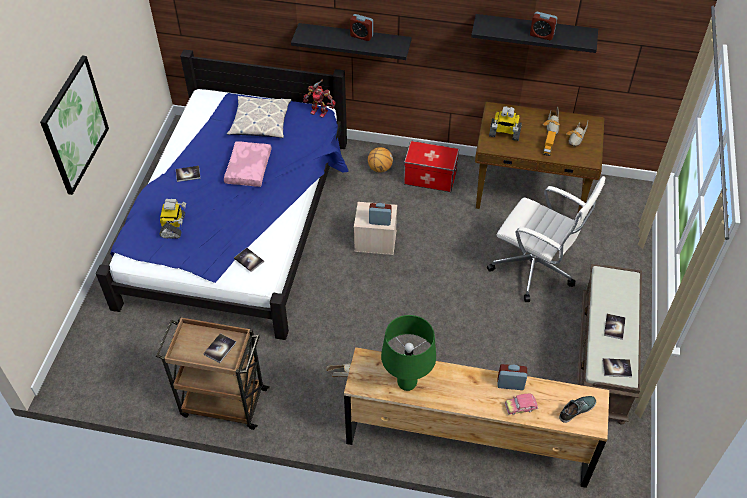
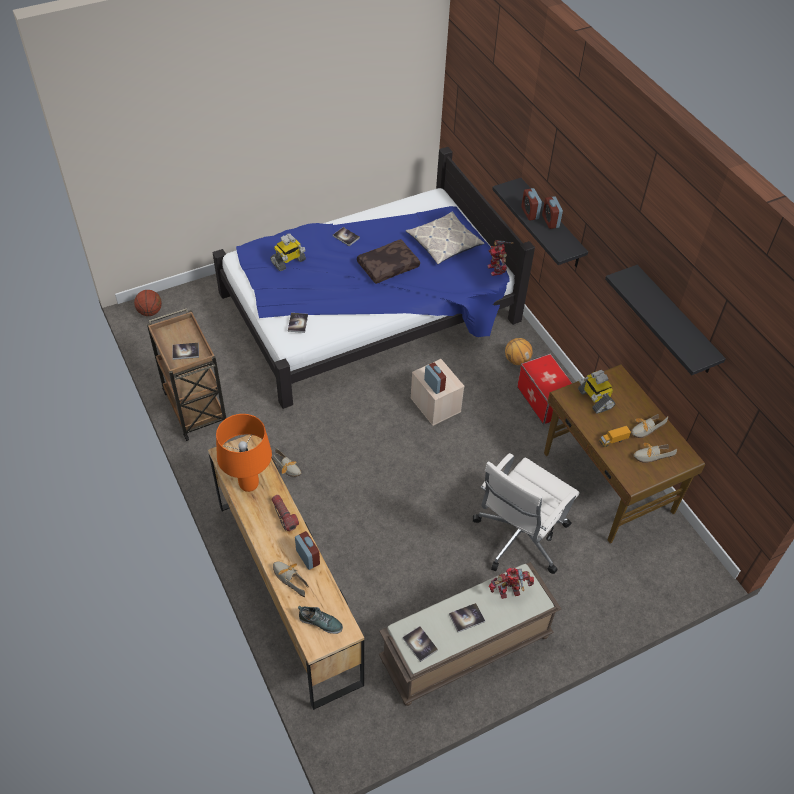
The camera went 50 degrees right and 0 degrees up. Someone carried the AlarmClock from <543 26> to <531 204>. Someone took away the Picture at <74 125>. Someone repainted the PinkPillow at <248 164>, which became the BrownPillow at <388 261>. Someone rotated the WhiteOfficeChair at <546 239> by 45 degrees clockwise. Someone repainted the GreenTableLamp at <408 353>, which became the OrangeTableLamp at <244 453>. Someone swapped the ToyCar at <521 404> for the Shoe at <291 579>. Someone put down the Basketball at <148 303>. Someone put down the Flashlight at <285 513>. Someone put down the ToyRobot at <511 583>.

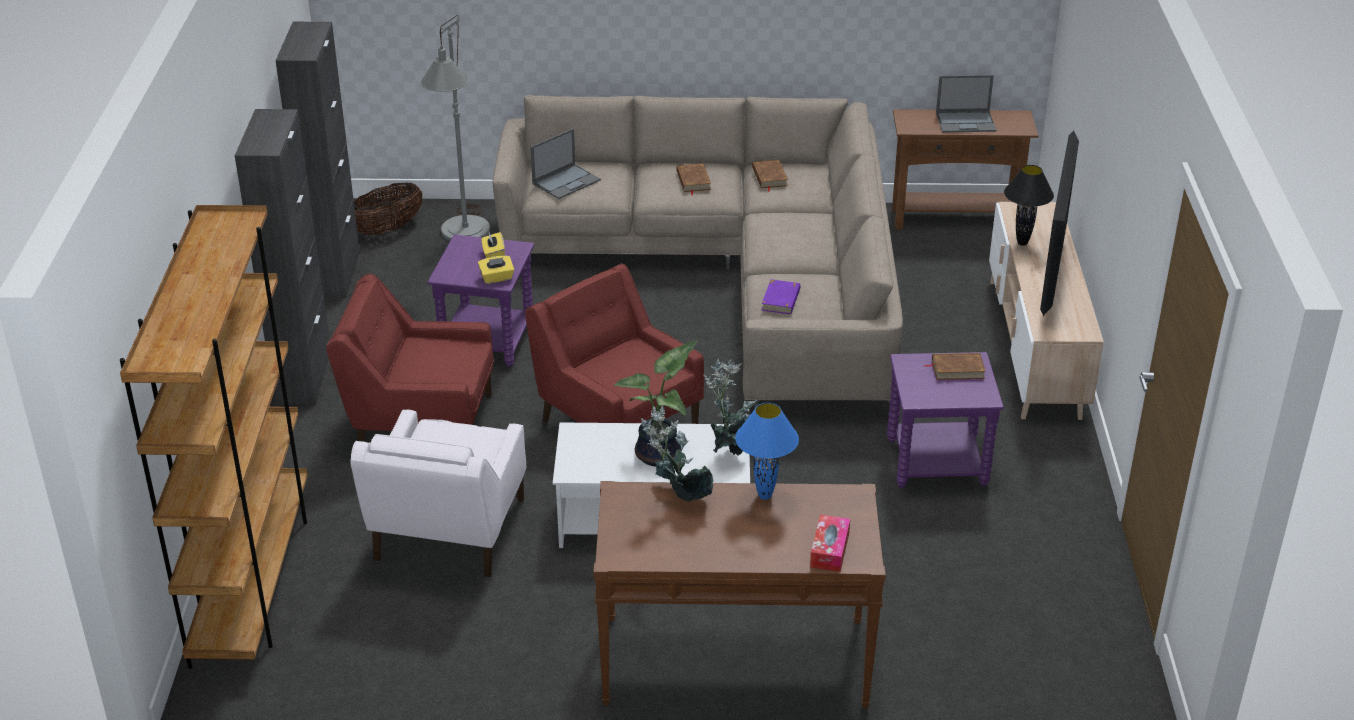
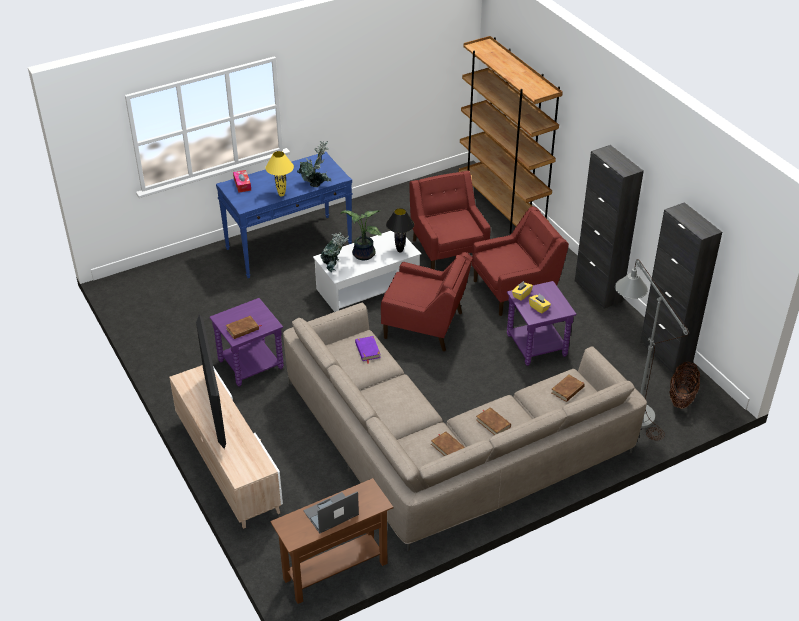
The camera went 150 degrees right and 5 degrees up. Someone swapped the Laptop at <566 164> for the BrownBook at <568 388>. Someone carried the BlackTableLamp from <1029 205> to <400 230>. Someone repainted the BlueTableLamp at <767 451>, which became the YellowTableLamp at <279 173>. Someone repainted the WhiteArmchair at <438 493>, which became the RedArmchair at <450 220>. Someone repainted the BrownConsoleTable at <739 594>, which became the BlueConsoleTable at <284 215>.

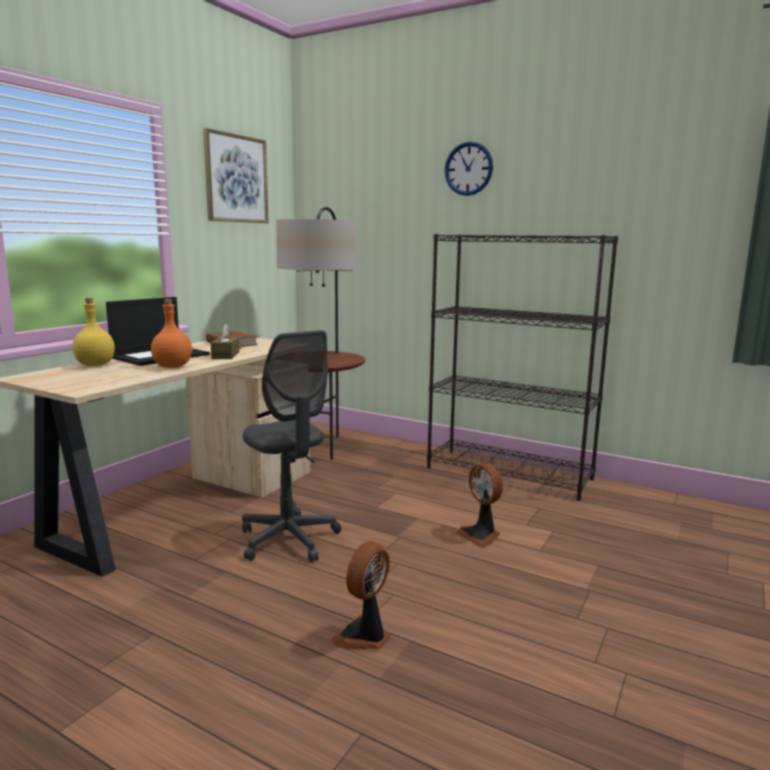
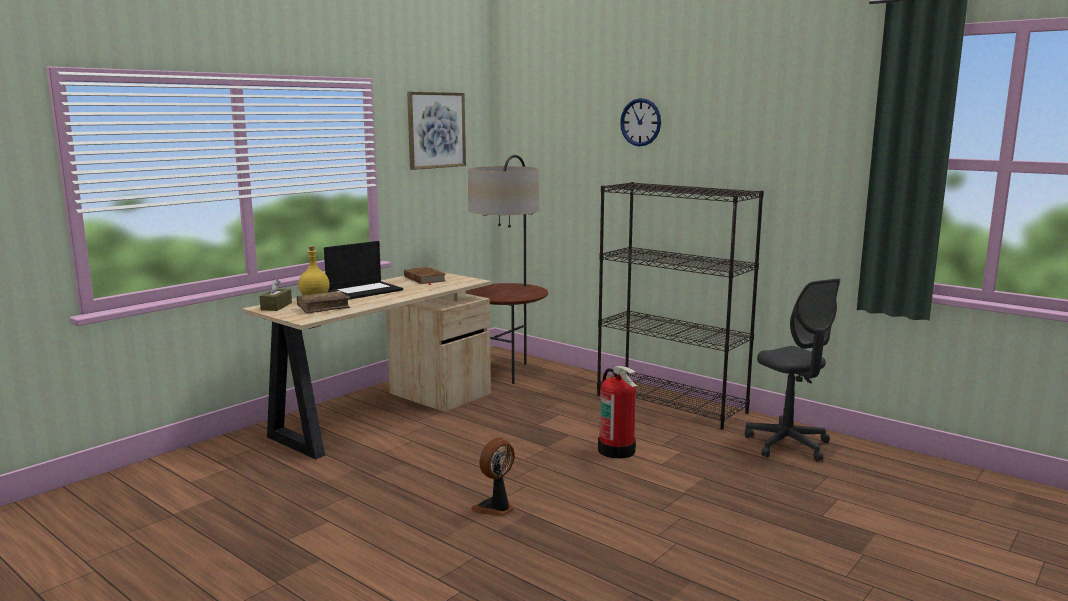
The camera went 10 degrees right and 0 degrees up. Someone took away the OrangeBottle at <171 333>. Someone carried the BrownTissueBox from <225 341> to <275 295>. Someone carried the GreyOfficeChair from <291 446> to <792 369>. Someone swapped the Fan at <479 505> for the FireExtinguisher at <617 412>. Someone put down the BrownBook at <323 302>.

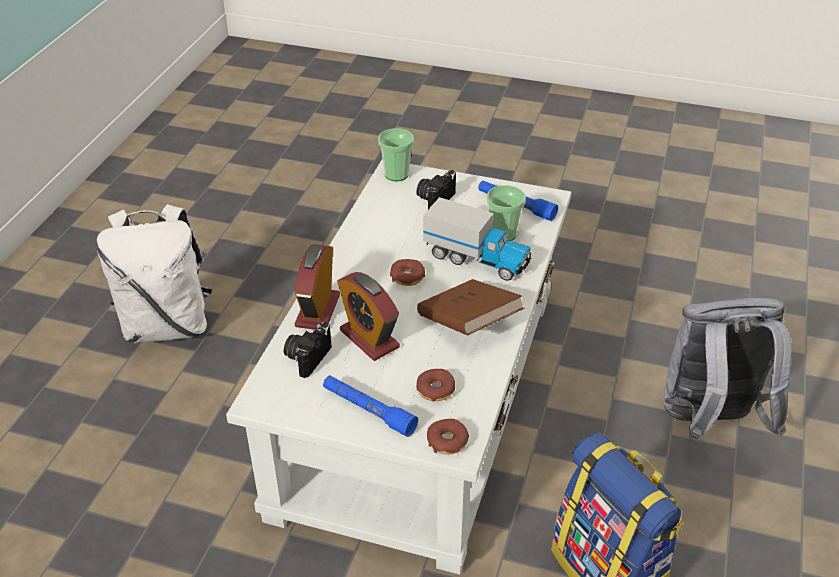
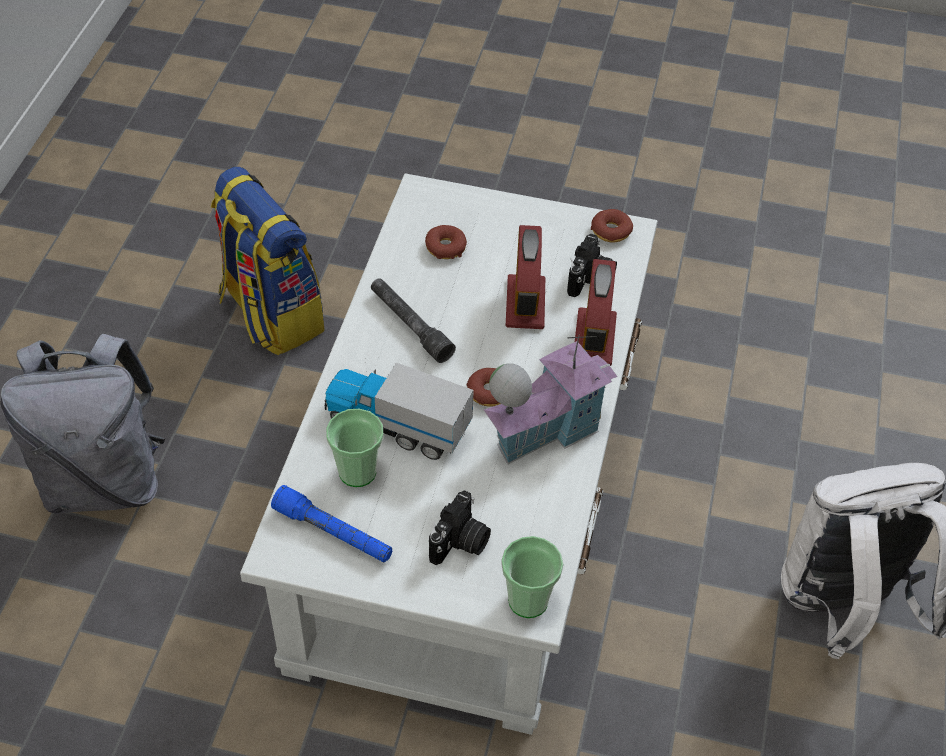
The camera went 175 degrees right and 10 degrees up. Someone rotated the AlarmClock at <369 316> by 45 degrees clockwise. Someone swapped the BrownBook at <471 307> for the GreyFlashlight at <413 320>. Someone took away the BlueFlashlight at <370 406>. Someone carried the Donut from <448 436> to <612 225>. Someone put down the ToyHouse at <551 399>.

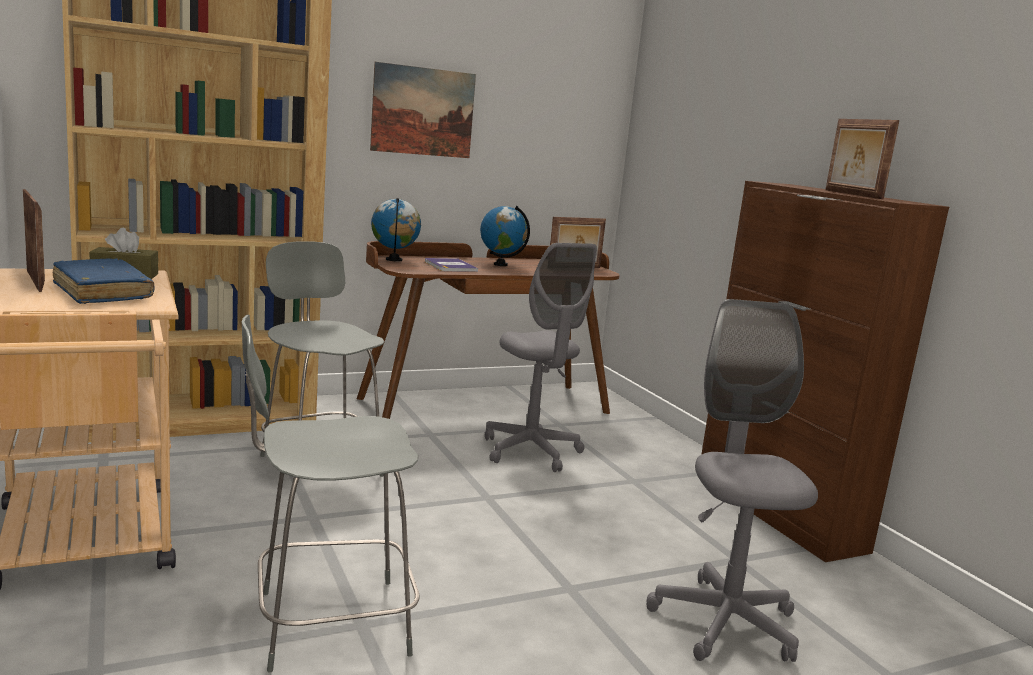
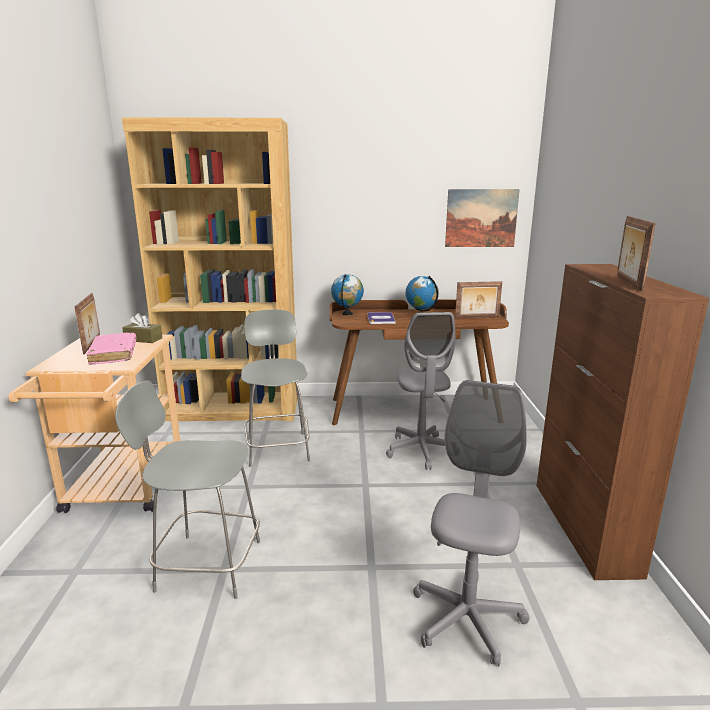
The camera went 25 degrees right and 5 degrees up. Someone carried the Picture from <423 110> to <482 218>. Someone repainted the BlueBook at <103 281>, which became the PinkBook at <111 349>.

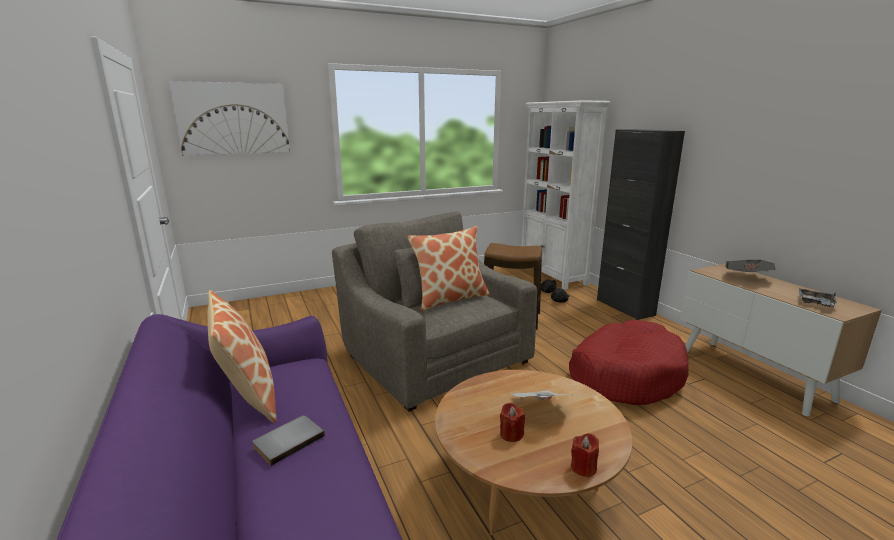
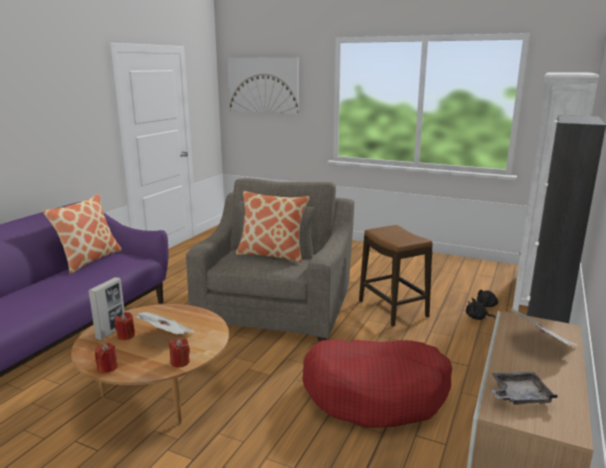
The camera went 50 degrees right and 0 degrees up. Someone took away the GreyBook at <288 440>. Someone put down the PictureFrame at <106 308>. Someone put down the RedCandle at <179 352>.

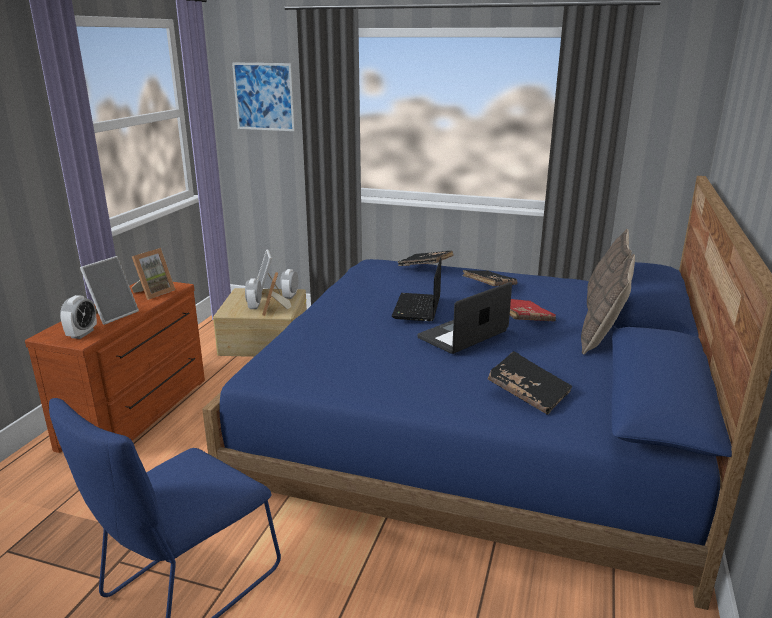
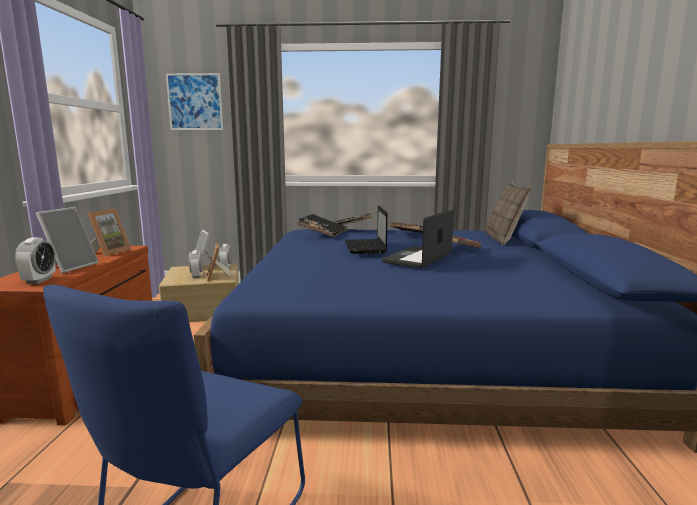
The camera went 15 degrees left and 10 degrees down. Someone took away the Pillow at <608 304>. Someone carried the BlackBook from <530 383> to <322 225>.

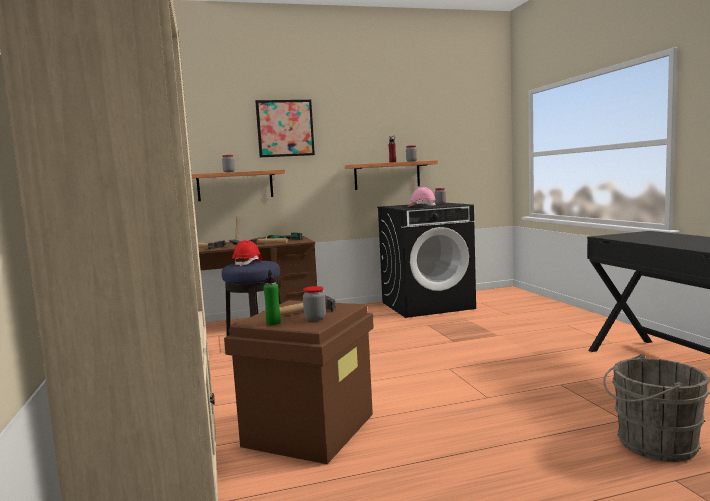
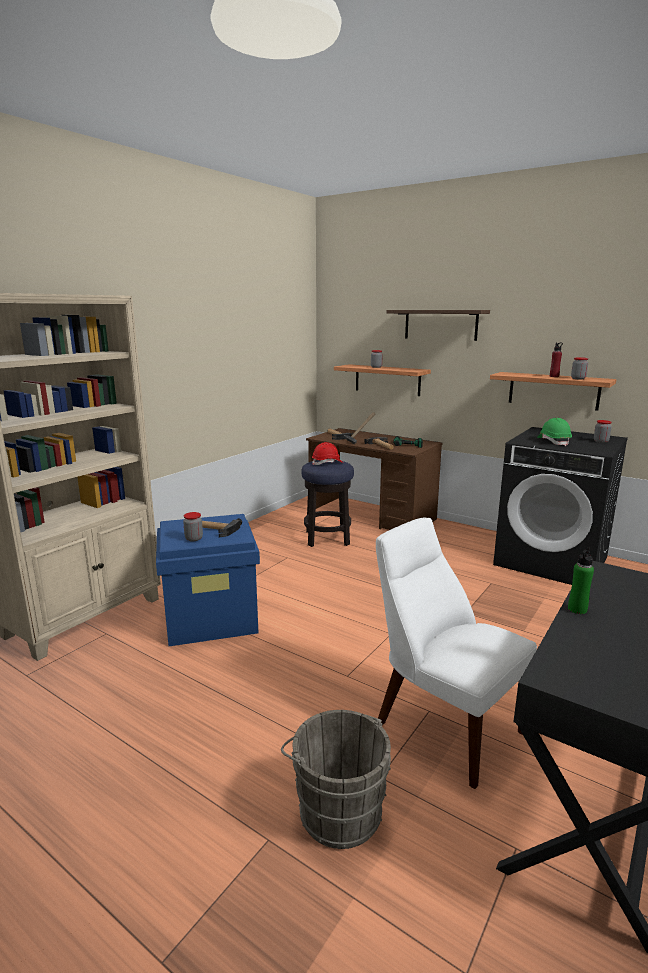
The camera went 50 degrees right and 10 degrees up. Someone swapped the Picture at <285 128> for the Shelf at <438 325>. Someone repainted the PinkHardHat at <422 197>, which became the GreenHardHat at <554 432>. Someone carried the GreenBottle from <272 297> to <581 580>. Someone repainted the BrownStorageBox at <299 382>, which became the BlueStorageBox at <208 580>. Someone put down the WhiteChair at <456 653>.

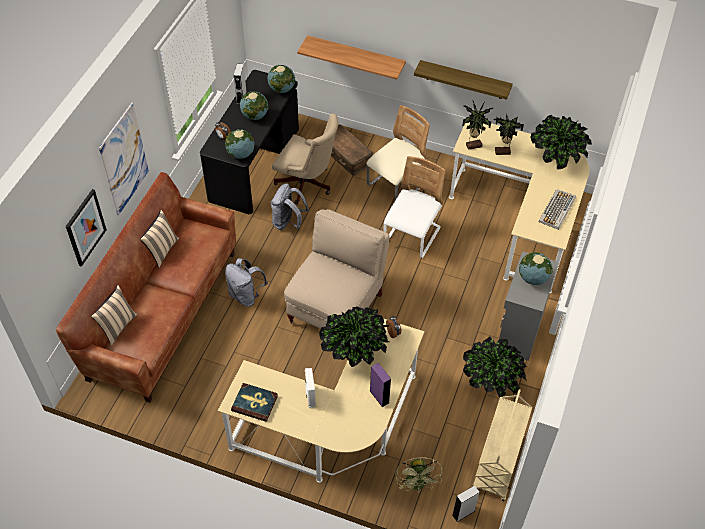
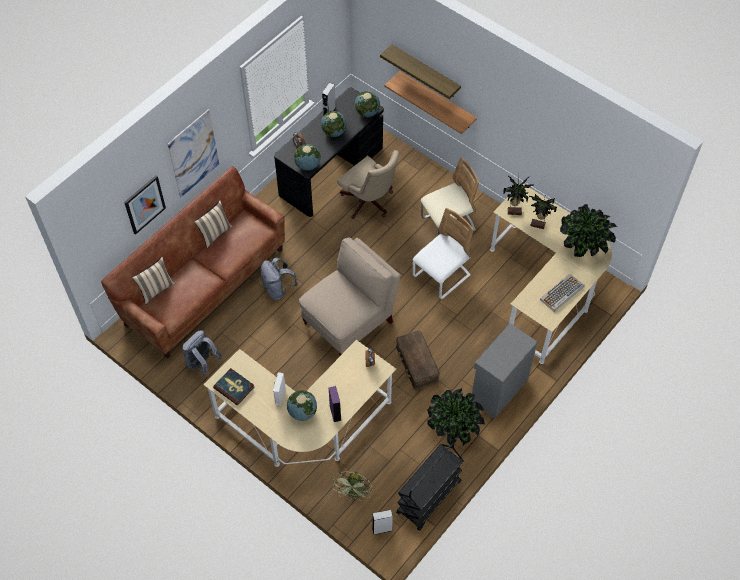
The camera went 20 degrees right and 5 degrees up. Someone carried the Shelf from <463 80> to <420 71>. Someone carried the BrownStorageBox from <347 150> to <418 360>. Someone carried the GreyBackpack from <289 206> to <202 352>. Someone carried the Globe from <536 268> to <302 405>. Someone took away the PottedPlant at <354 336>. Someone repainted the BeigeCart at <502 445>, which became the BlackCart at <430 487>.

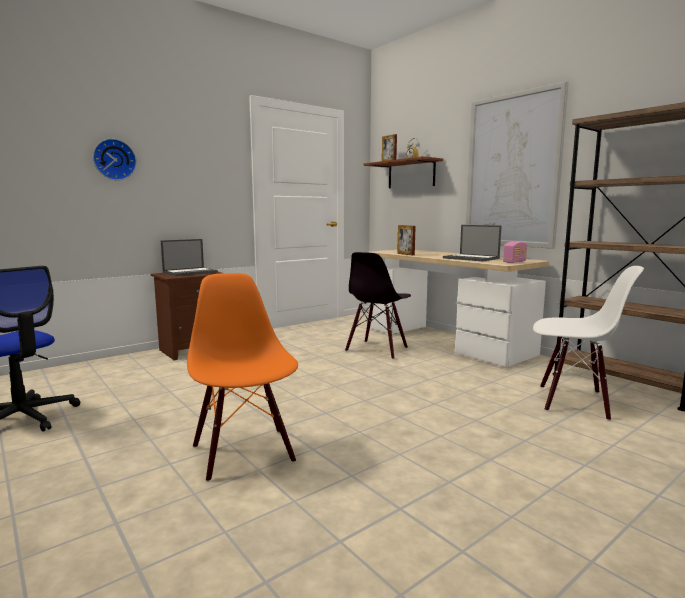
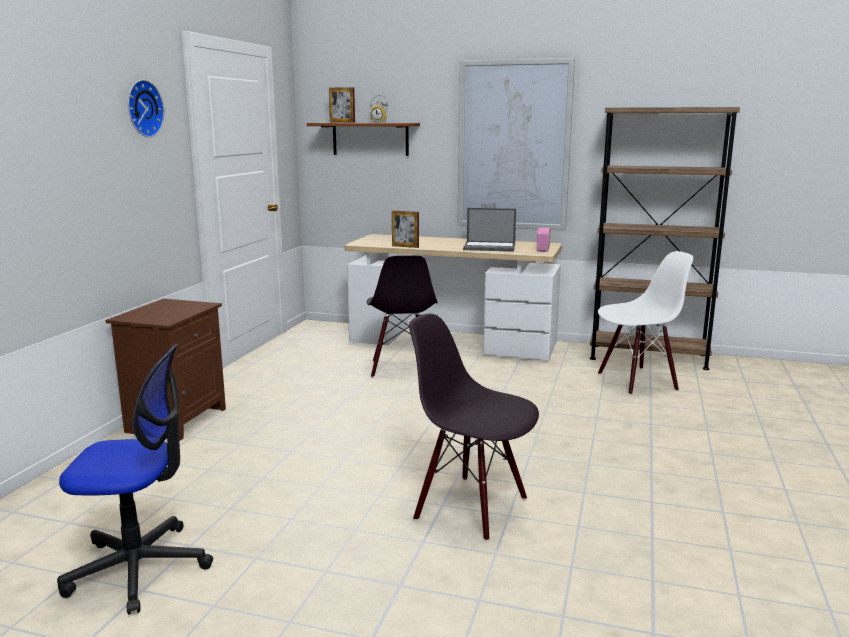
The camera went 35 degrees left and 5 degrees up. Someone carried the WallClock from <115 159> to <146 108>. Someone took away the Laptop at <189 257>. Someone repainted the OrangeChair at <242 377>, which became the BlackChair at <474 427>.

